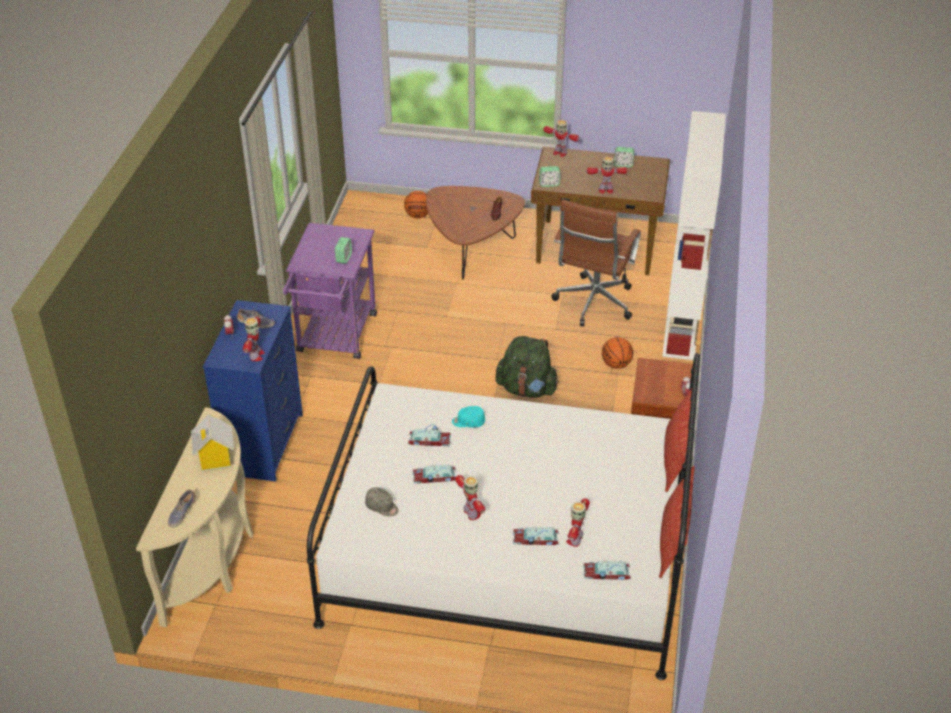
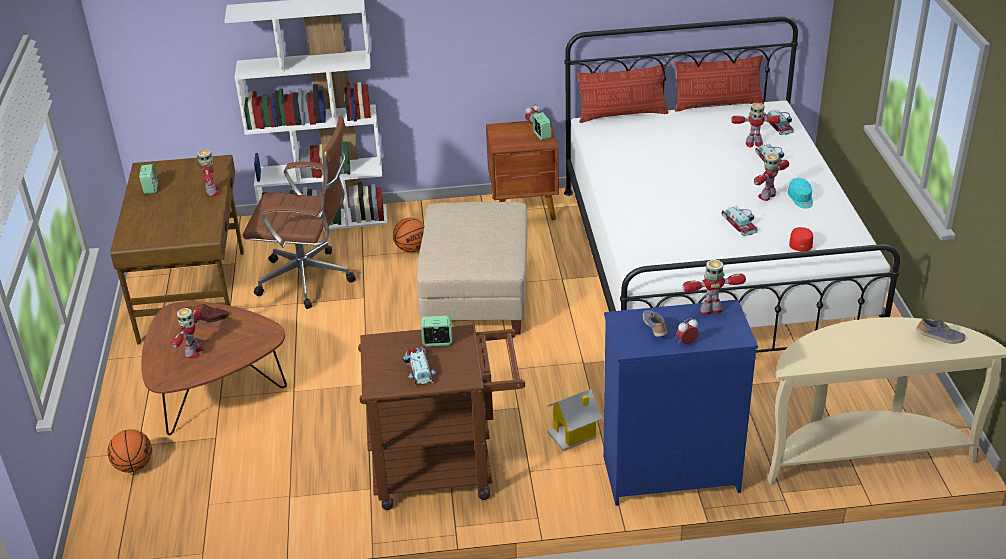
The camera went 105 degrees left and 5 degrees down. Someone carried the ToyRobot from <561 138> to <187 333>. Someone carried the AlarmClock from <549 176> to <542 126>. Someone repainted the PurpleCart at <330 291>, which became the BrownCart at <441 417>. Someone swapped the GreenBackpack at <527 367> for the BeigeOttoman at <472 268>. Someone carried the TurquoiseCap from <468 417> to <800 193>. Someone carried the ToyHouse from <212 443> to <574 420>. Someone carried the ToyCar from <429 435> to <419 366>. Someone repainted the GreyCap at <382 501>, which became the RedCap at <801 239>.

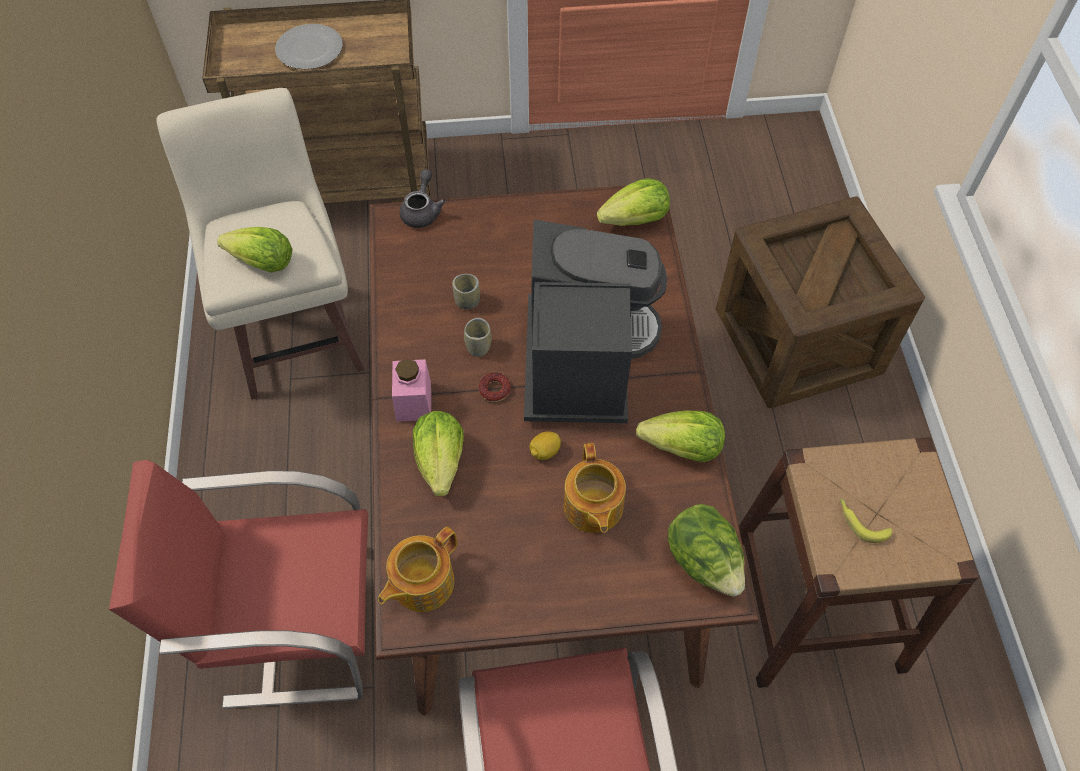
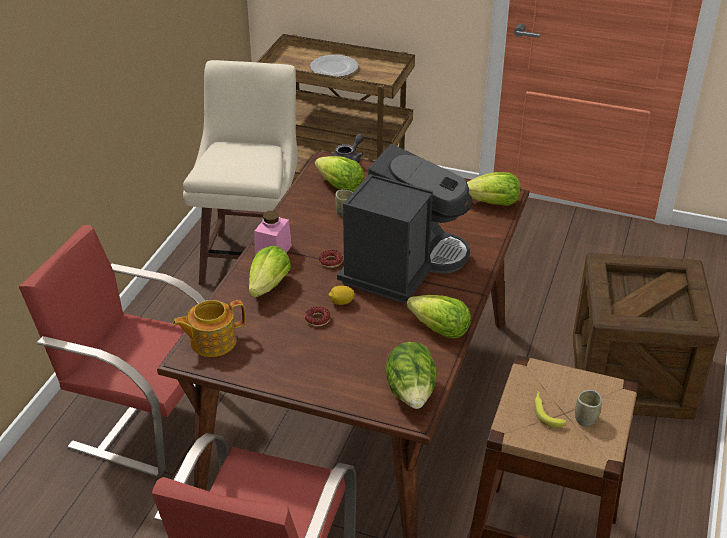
The camera went 25 degrees right and 20 degrees down. Someone carried the Lettuce from <254 249> to <339 174>. Someone carried the Cup from <478 337> to <588 408>. Someone took away the Teapot at <595 488>. Someone put down the Donut at <318 316>.

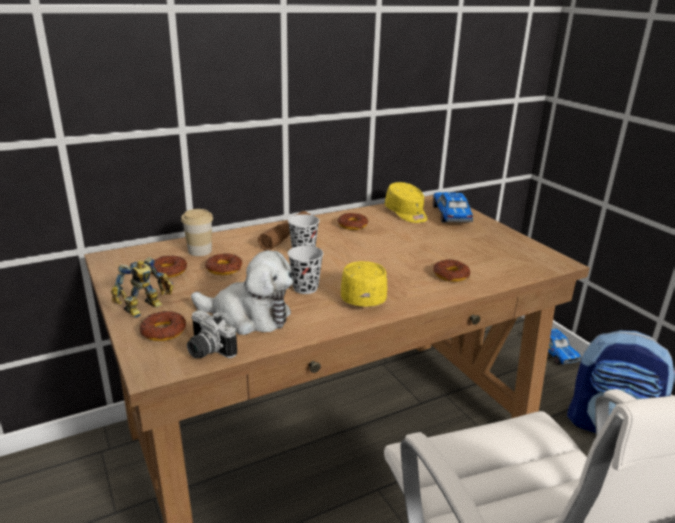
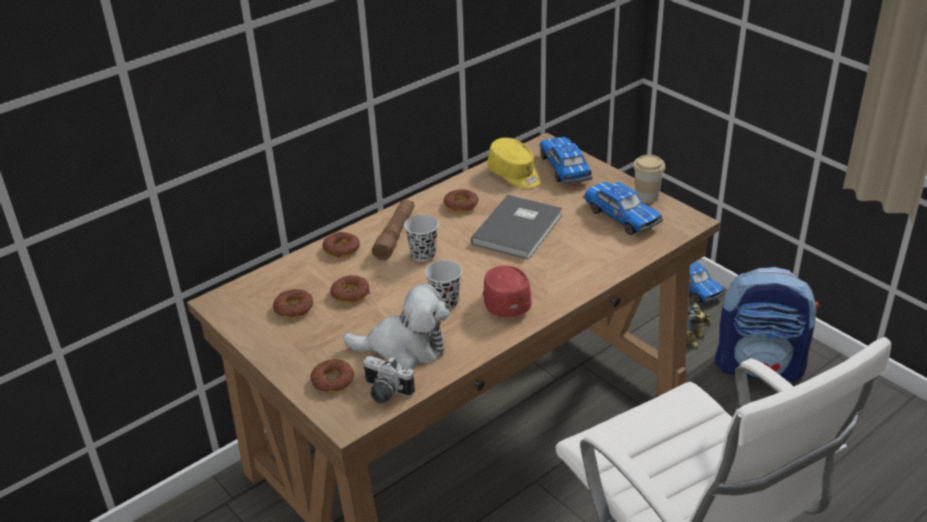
The camera went 10 degrees left and 10 degrees up. Someone carried the Cup from <197 232> to <649 179>. Someone carried the ToyRobot from <142 287> to <699 326>. Someone carried the Donut from <452 270> to <341 245>. Someone repainted the YellowCap at <364 283>, which became the RedCap at <507 291>. Someone put down the ToyCar at <623 208>. Someone put down the GreyBook at <516 227>.

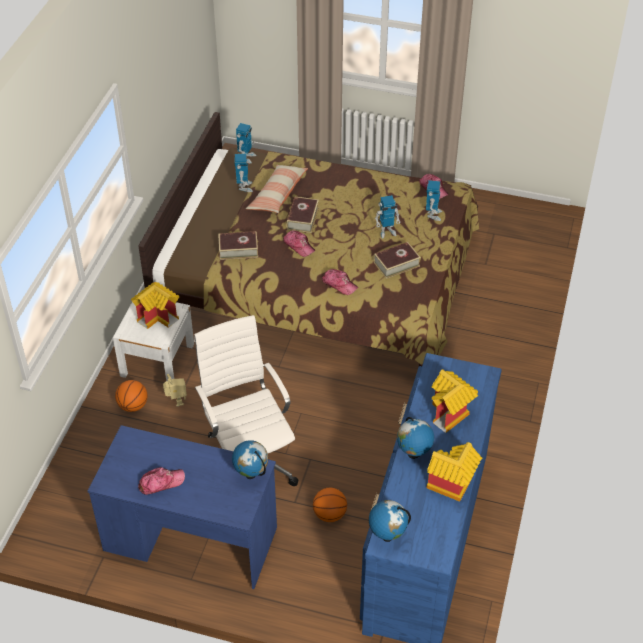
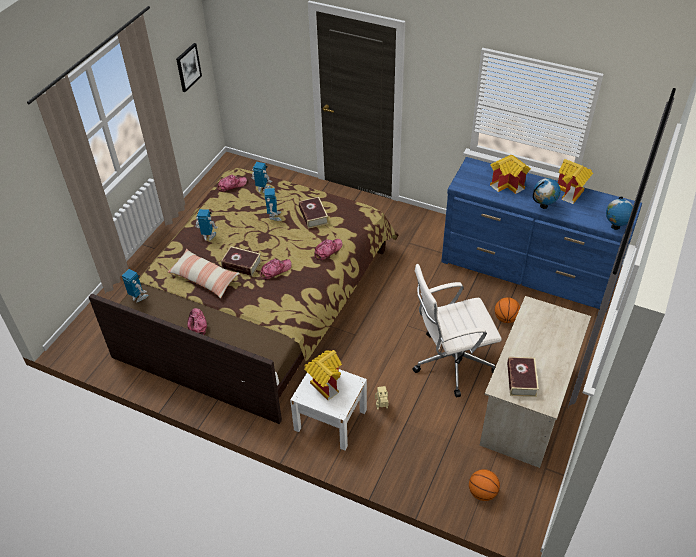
The camera went 80 degrees left and 0 degrees up. Someone carried the ToyRobot from <243 173> to <206 225>. Someone carried the Book from <238 245> to <523 377>. Someone carried the Basketball from <131 396> to <484 485>. Someone repainted the BlueDesk at <182 507>, which became the BeigeDesk at <535 382>. Someone took away the Globe at <250 459>. Someone carried the Cap from <161 481> to <197 321>. Someone put up the Picture at <189 67>.

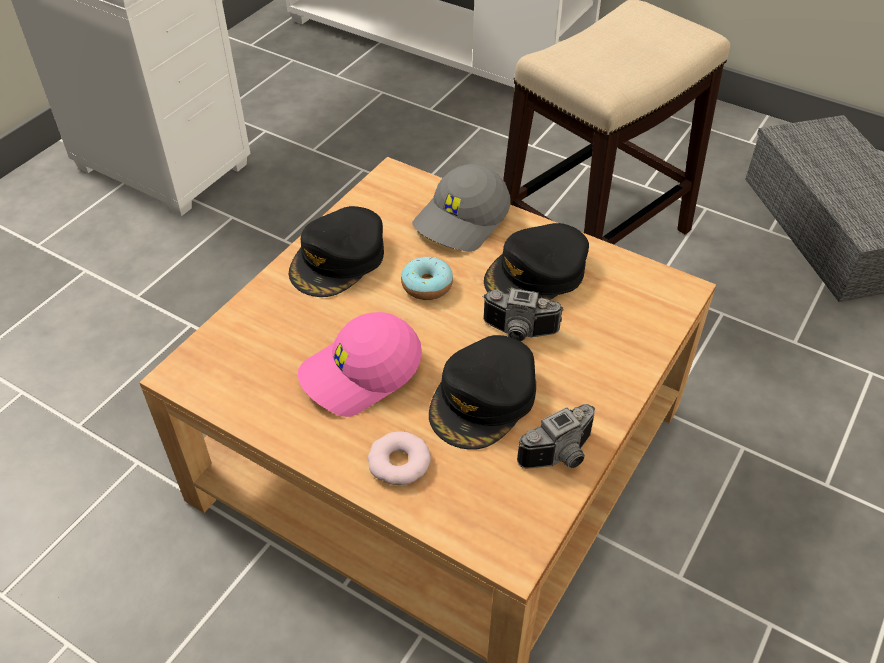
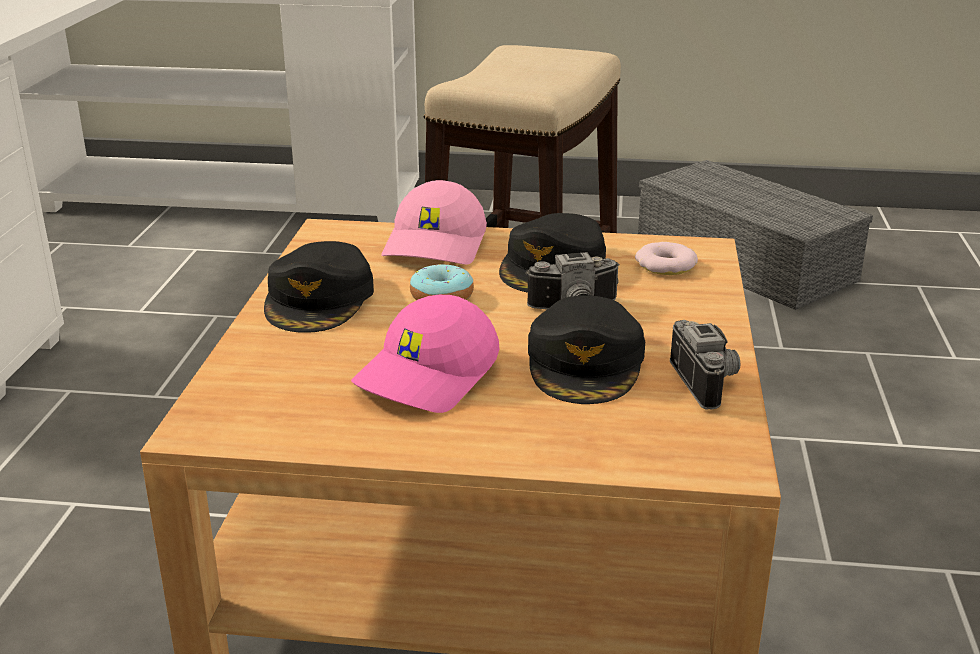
The camera went 25 degrees left and 20 degrees down. Someone repainted the GreyCap at <461 208>, which became the PinkCap at <434 222>. Someone rotated the PhotoCamera at <556 436> by 45 degrees counterclockwise. Someone carried the Donut from <399 458> to <666 258>.

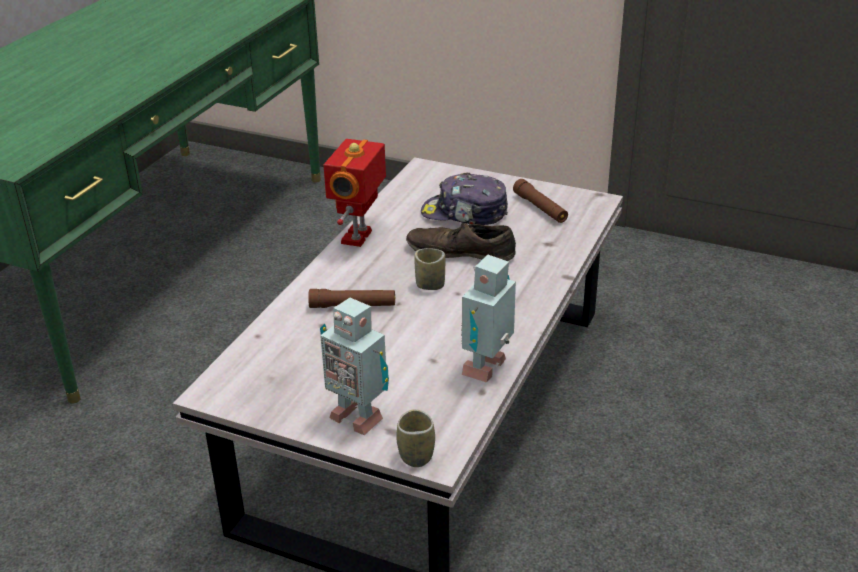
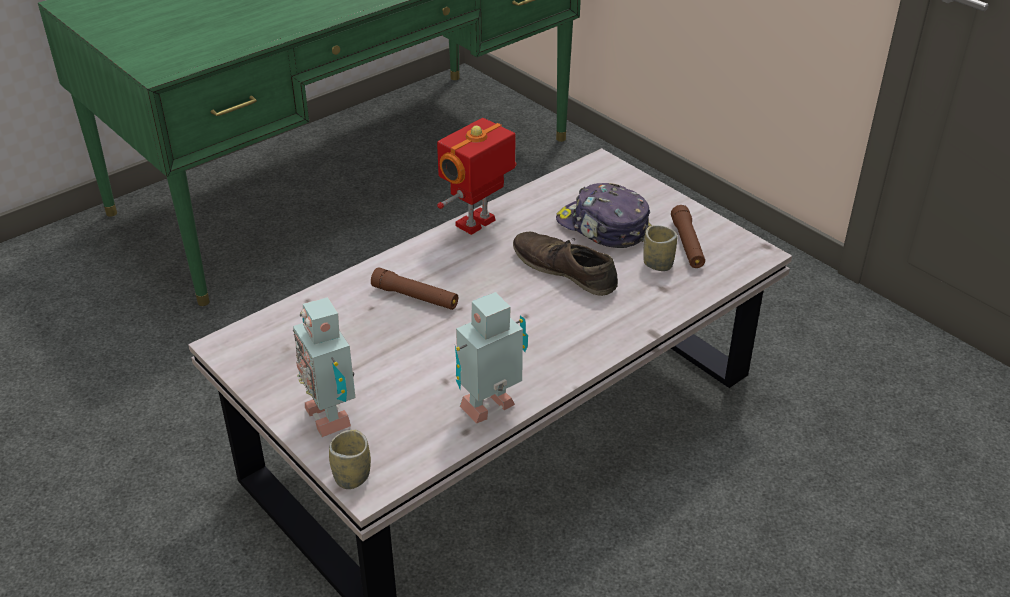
The camera went 25 degrees right and 5 degrees up. Someone carried the Cup from <429 269> to <660 248>.

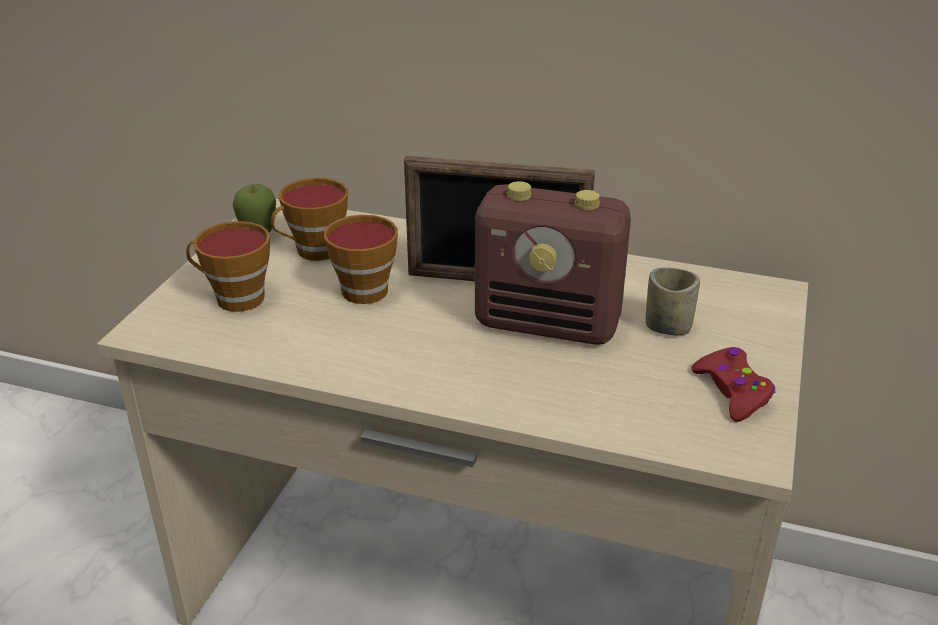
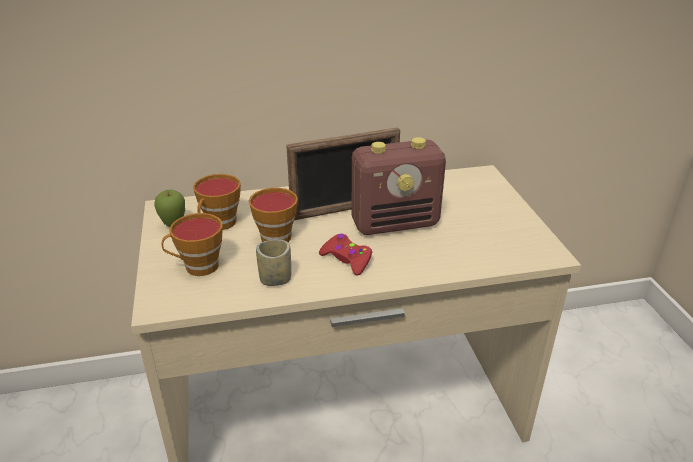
The camera went 30 degrees left and 0 degrees up. Someone carried the Cup from <673 301> to <273 263>. Someone carried the RedGameController from <733 384> to <346 255>.

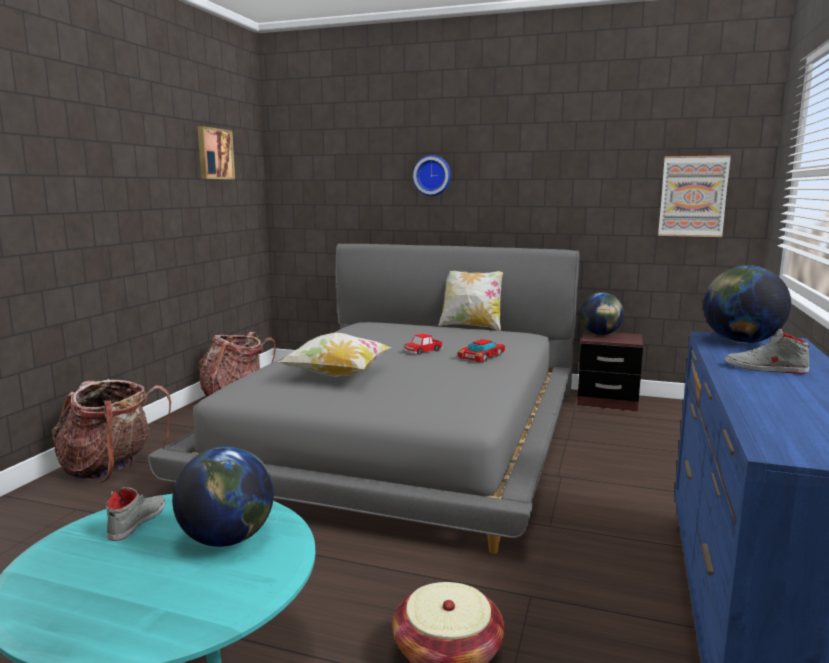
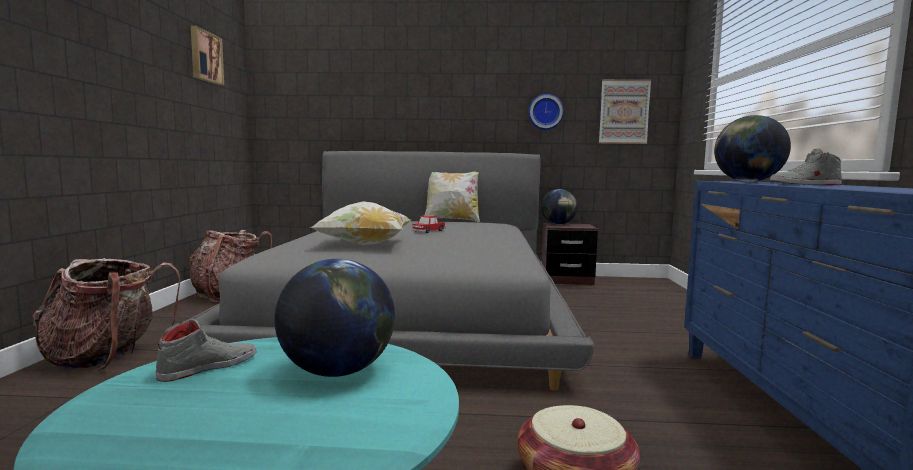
The camera went 15 degrees left and 5 degrees down. Someone carried the WallClock from <432 175> to <546 112>. Someone took away the ToyCar at <481 350>. Someone rotated the GreyShoe at <136 514> by 45 degrees clockwise.

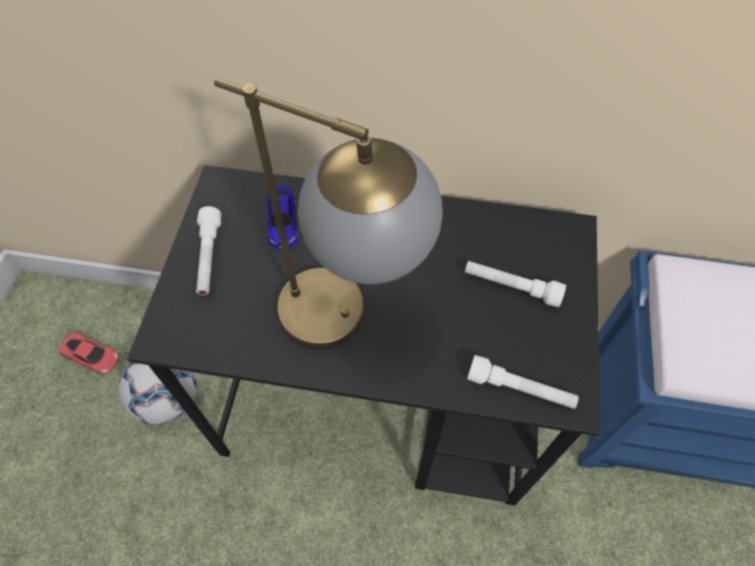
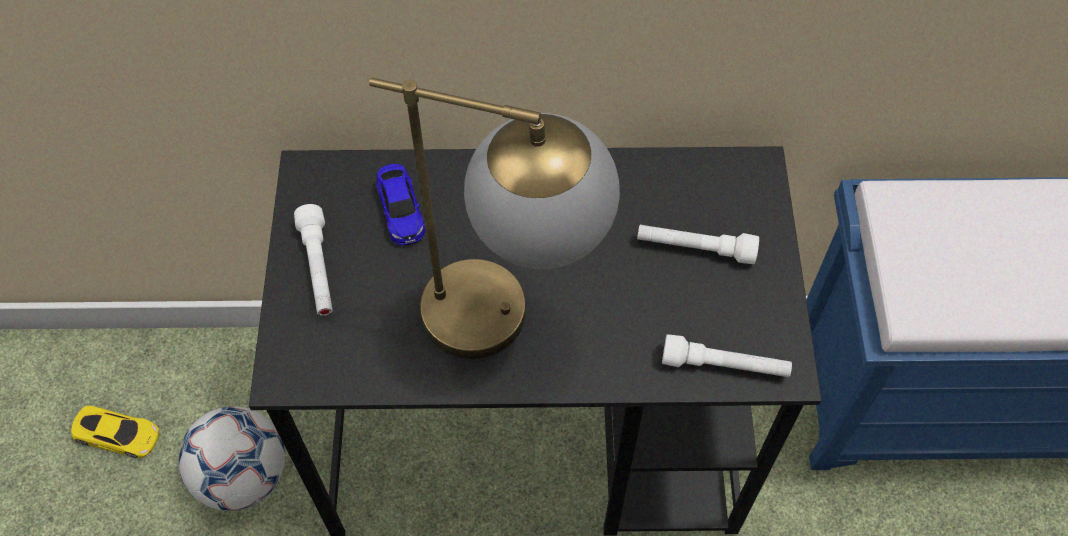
The camera went 10 degrees left and 0 degrees up. Someone repainted the RedToyCar at <89 354>, which became the YellowToyCar at <115 432>.

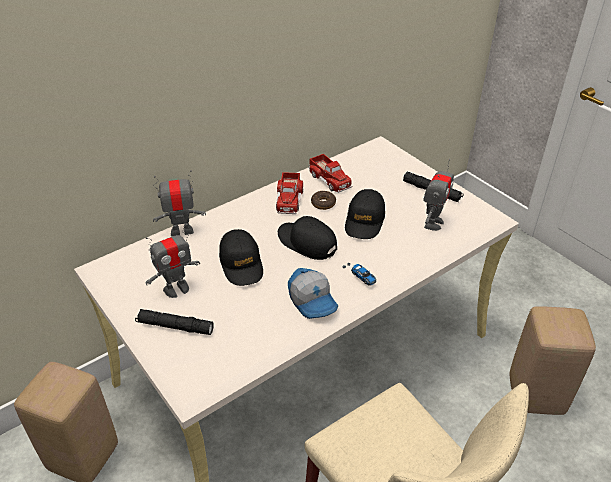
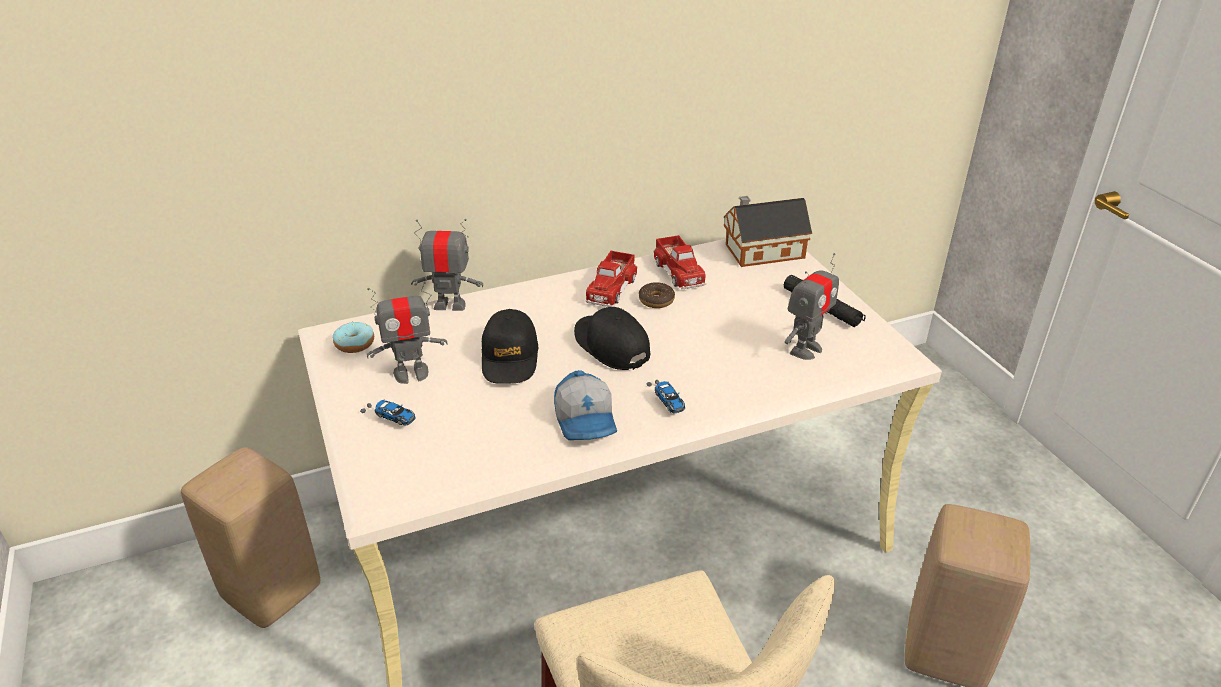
The camera went 15 degrees right and 5 degrees down. Someone took away the BlackCap at <365 214>. Someone swapped the BlackFlashlight at <174 322> for the ToyCar at <387 412>. Someone put down the ToyHouse at <767 231>. Someone put down the Donut at <353 337>.

